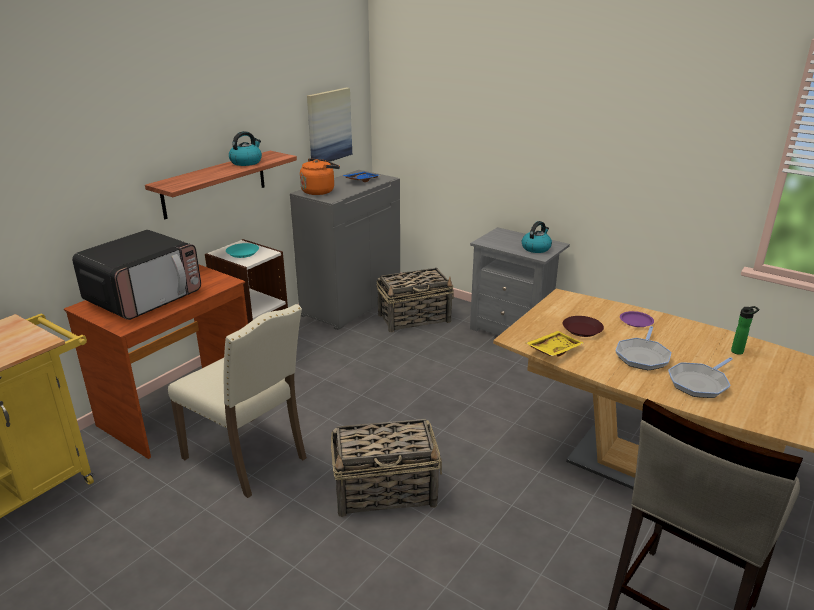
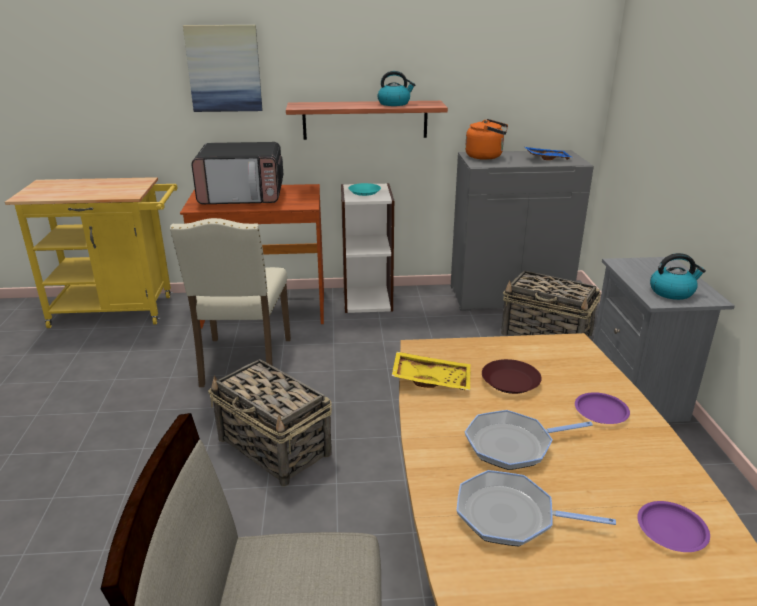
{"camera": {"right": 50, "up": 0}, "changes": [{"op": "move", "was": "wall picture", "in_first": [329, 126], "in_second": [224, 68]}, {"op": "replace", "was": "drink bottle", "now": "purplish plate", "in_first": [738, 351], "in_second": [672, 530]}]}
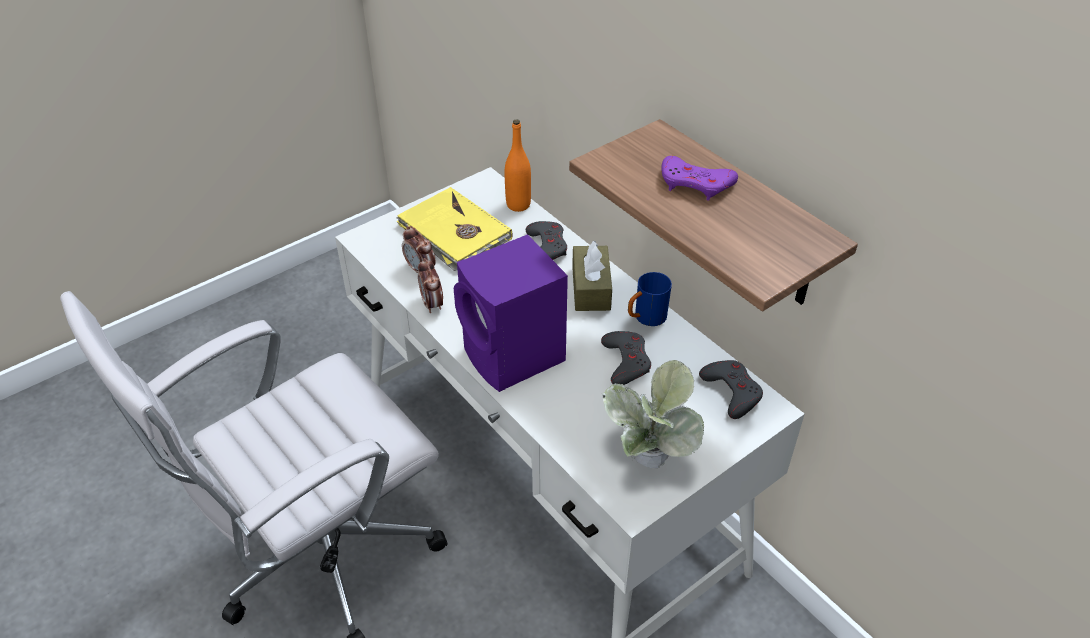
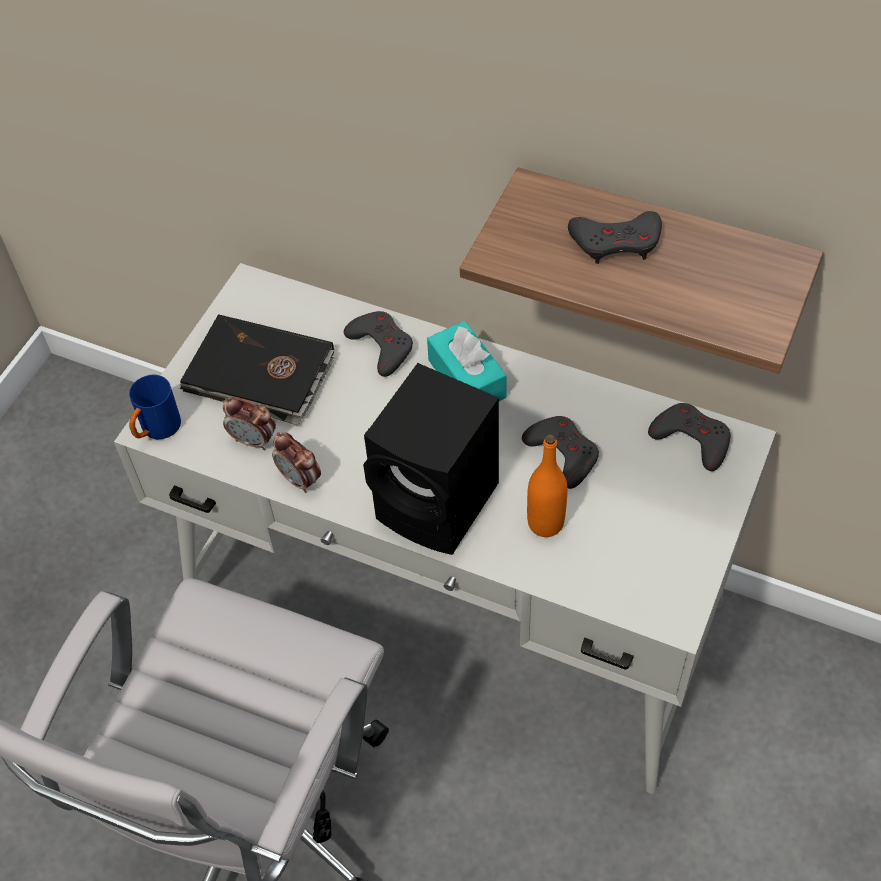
{"camera": {"right": -25, "up": 10}, "changes": [{"op": "delete", "was": "houseplant", "in_first": [647, 467]}, {"op": "move", "was": "orangey drink bottle", "in_first": [518, 205], "in_second": [545, 523]}, {"op": "move", "was": "blue coffee mug", "in_first": [645, 318], "in_second": [156, 430]}, {"op": "recolor", "was": "yellow volume", "now": "black-coloured volume", "in_first": [454, 233], "in_second": [259, 374]}, {"op": "recolor", "was": "purplish speaker", "now": "black-coloured speaker", "in_first": [515, 357], "in_second": [440, 504]}, {"op": "recolor", "was": "brown tissue box", "now": "blue-green tissue box", "in_first": [591, 288], "in_second": [467, 379]}, {"op": "recolor", "was": "purplish joypad", "now": "grey joypad", "in_first": [695, 183], "in_second": [616, 242]}]}
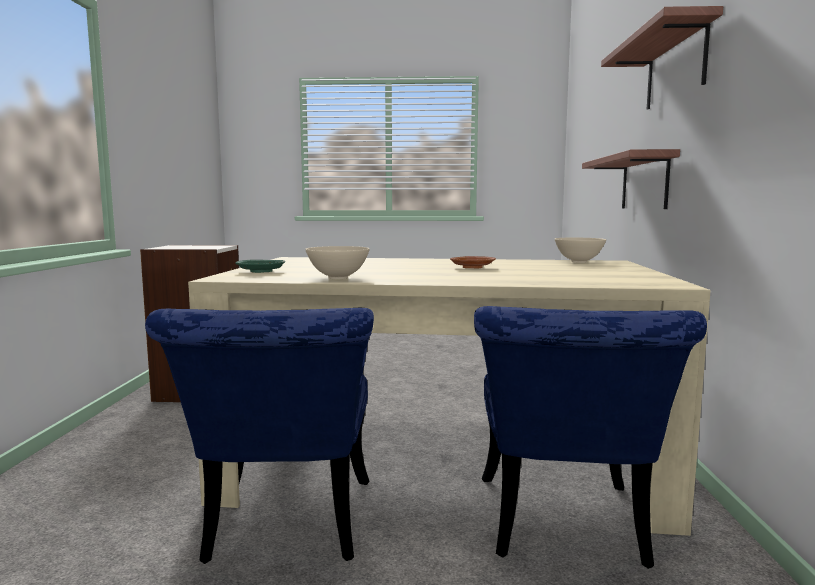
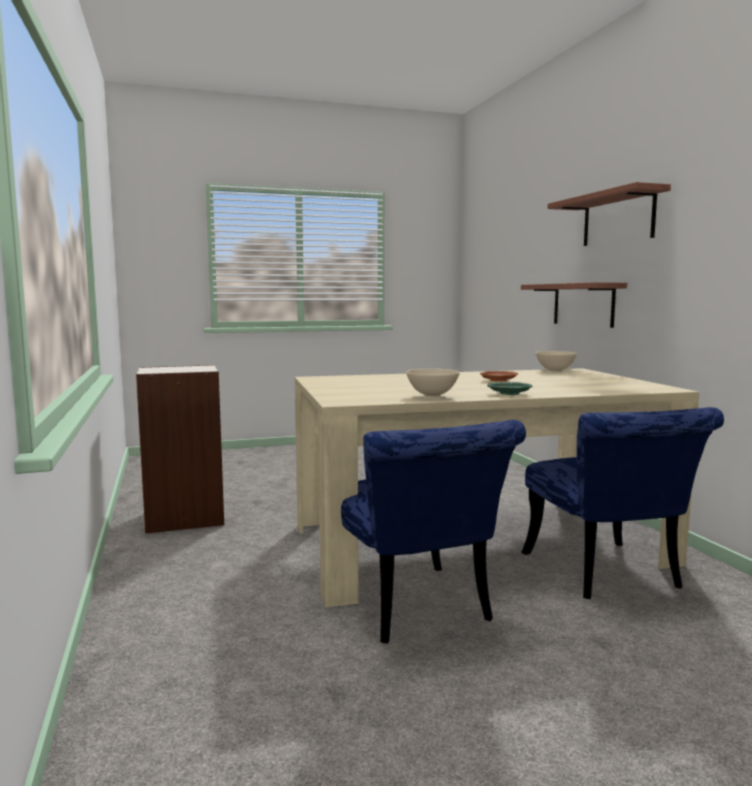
{"camera": {"right": -20, "up": 0}, "changes": [{"op": "move", "was": "green plate", "in_first": [261, 272], "in_second": [510, 394]}]}
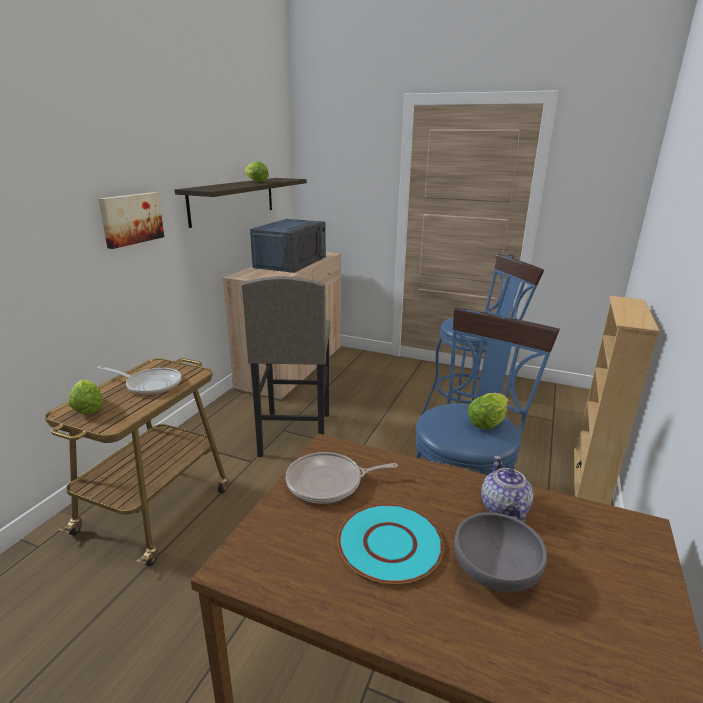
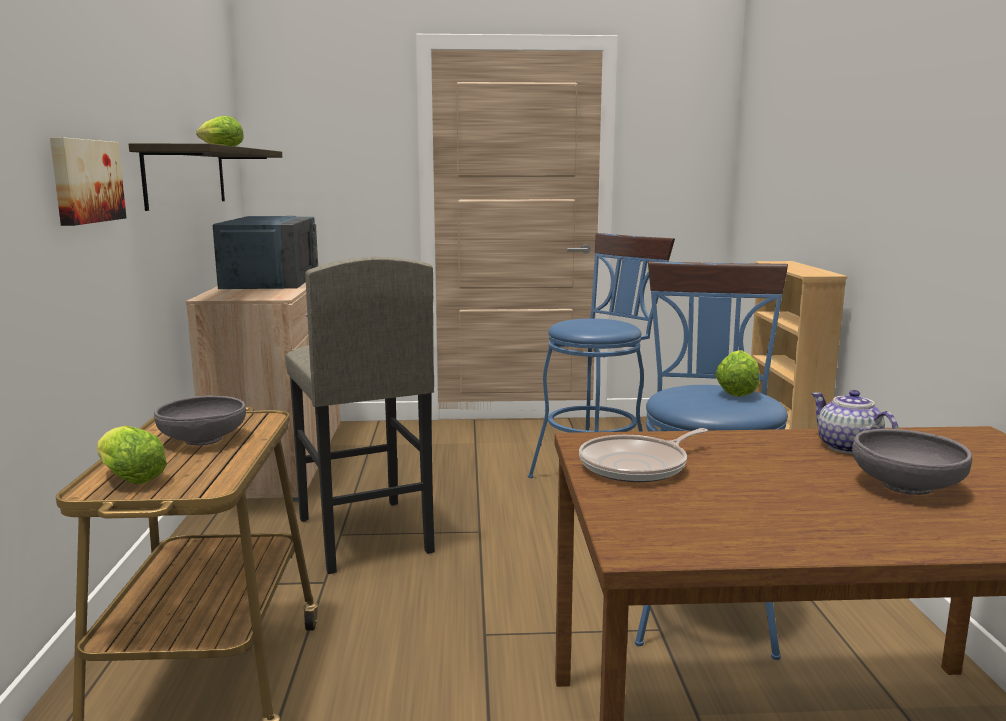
{"camera": {"right": -25, "up": -10}, "changes": [{"op": "delete", "was": "blue-green plate", "in_first": [390, 543]}, {"op": "replace", "was": "frying pan", "now": "grey serving bowl", "in_first": [150, 385], "in_second": [203, 440]}]}
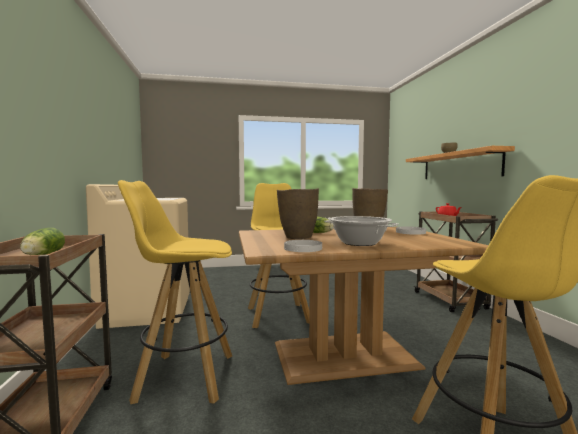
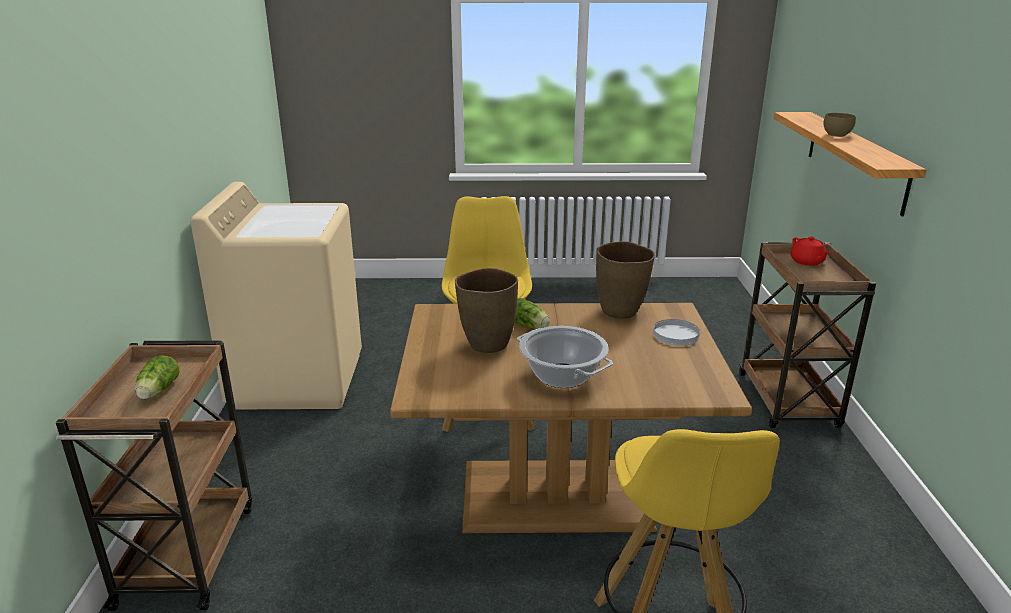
{"camera": {"right": 10, "up": 20}, "changes": [{"op": "delete", "was": "yellow stool", "in_first": [184, 377]}, {"op": "delete", "was": "white-coloured plate", "in_first": [302, 248]}]}
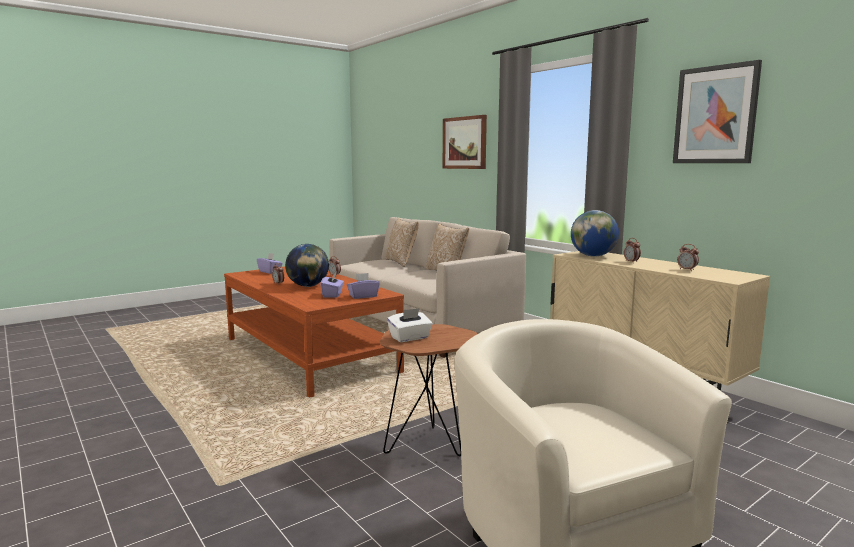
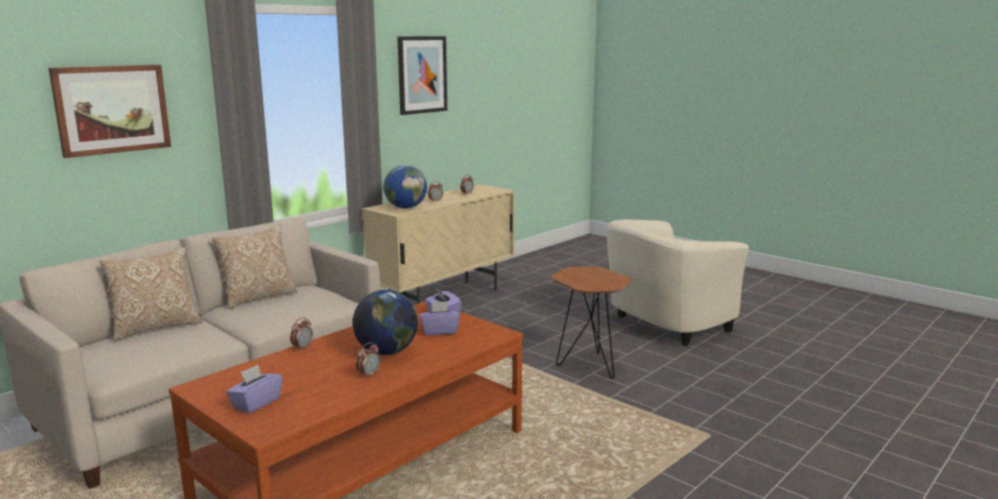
{"camera": {"right": -100, "up": 5}, "changes": [{"op": "delete", "was": "white-coloured tissue box", "in_first": [410, 338]}]}
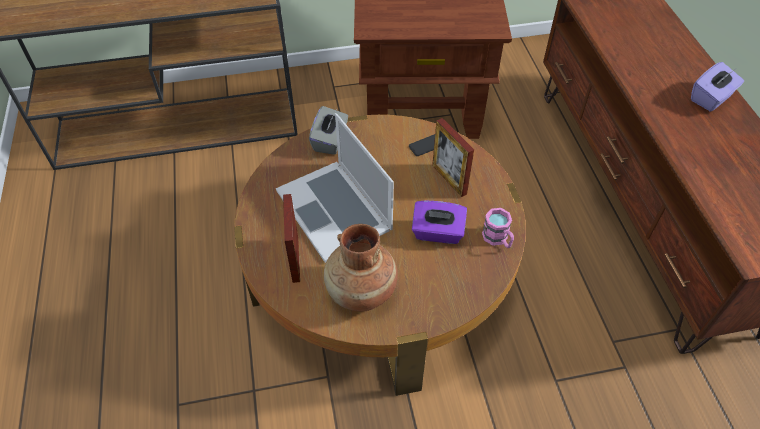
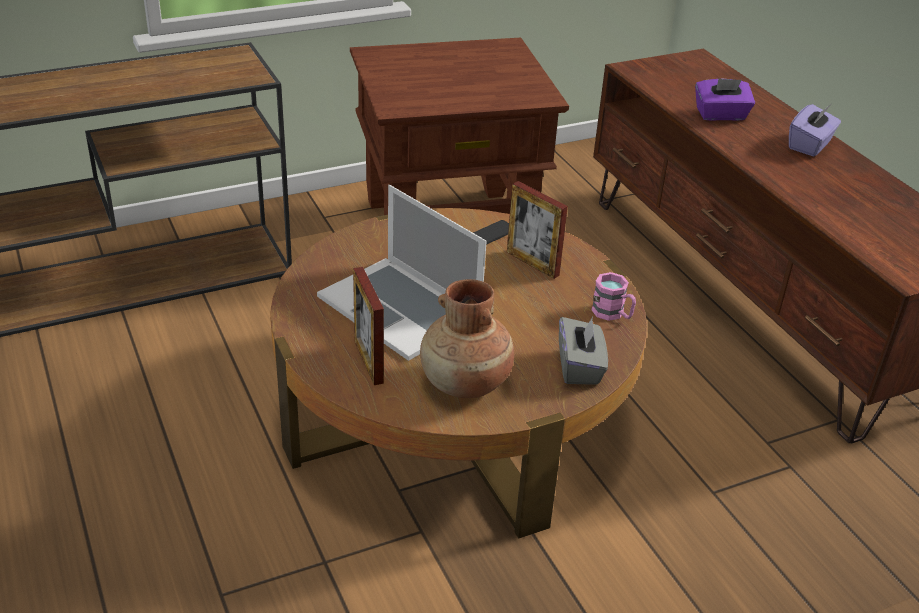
{"camera": {"right": -15, "up": -15}, "changes": [{"op": "move", "was": "grey tissue box", "in_first": [330, 141], "in_second": [580, 367]}, {"op": "move", "was": "purplish tissue box", "in_first": [437, 233], "in_second": [721, 115]}]}
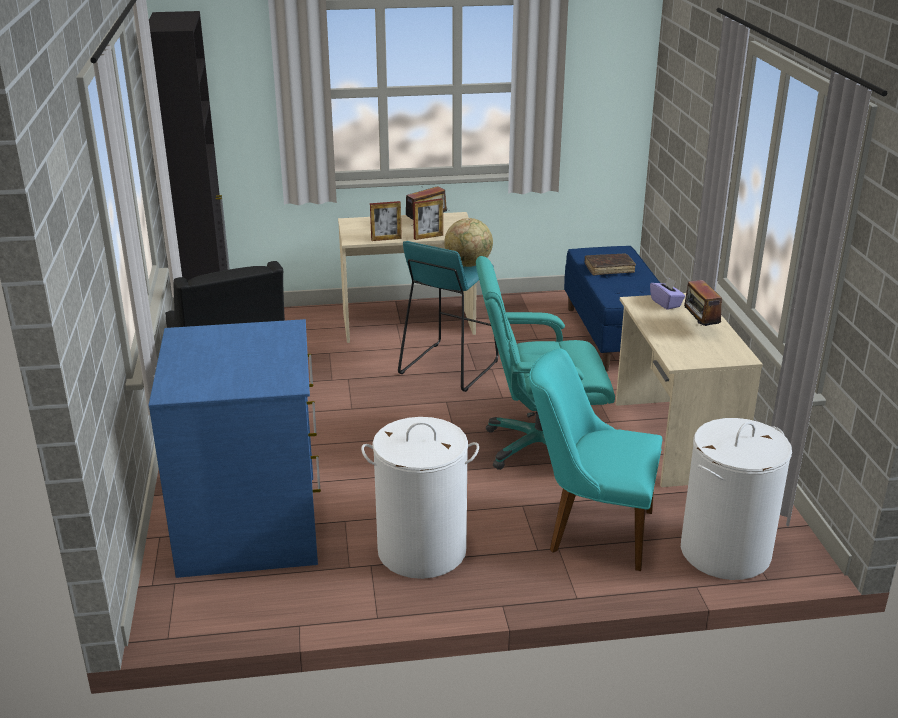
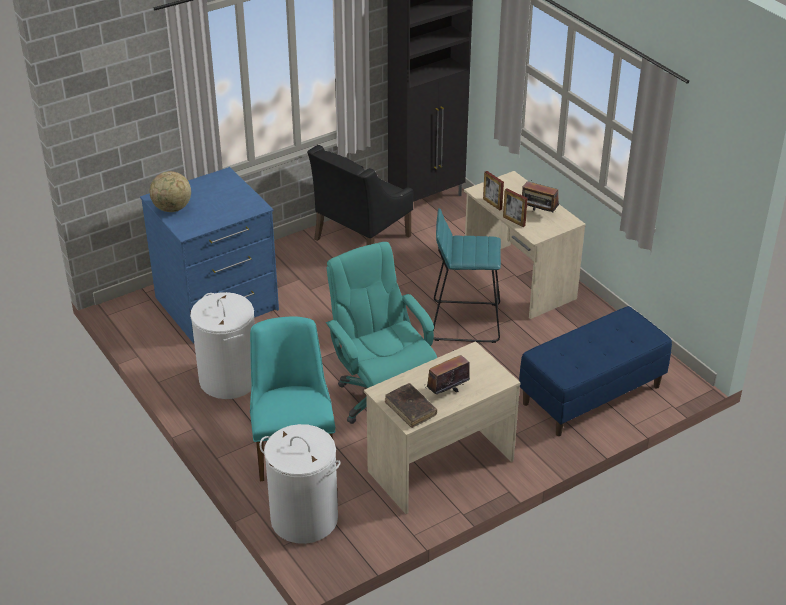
{"camera": {"right": 65, "up": 10}, "changes": [{"op": "delete", "was": "purplish tissue box", "in_first": [666, 303]}, {"op": "move", "was": "globe", "in_first": [468, 264], "in_second": [172, 208]}, {"op": "move", "was": "brown volume", "in_first": [609, 269], "in_second": [410, 409]}]}
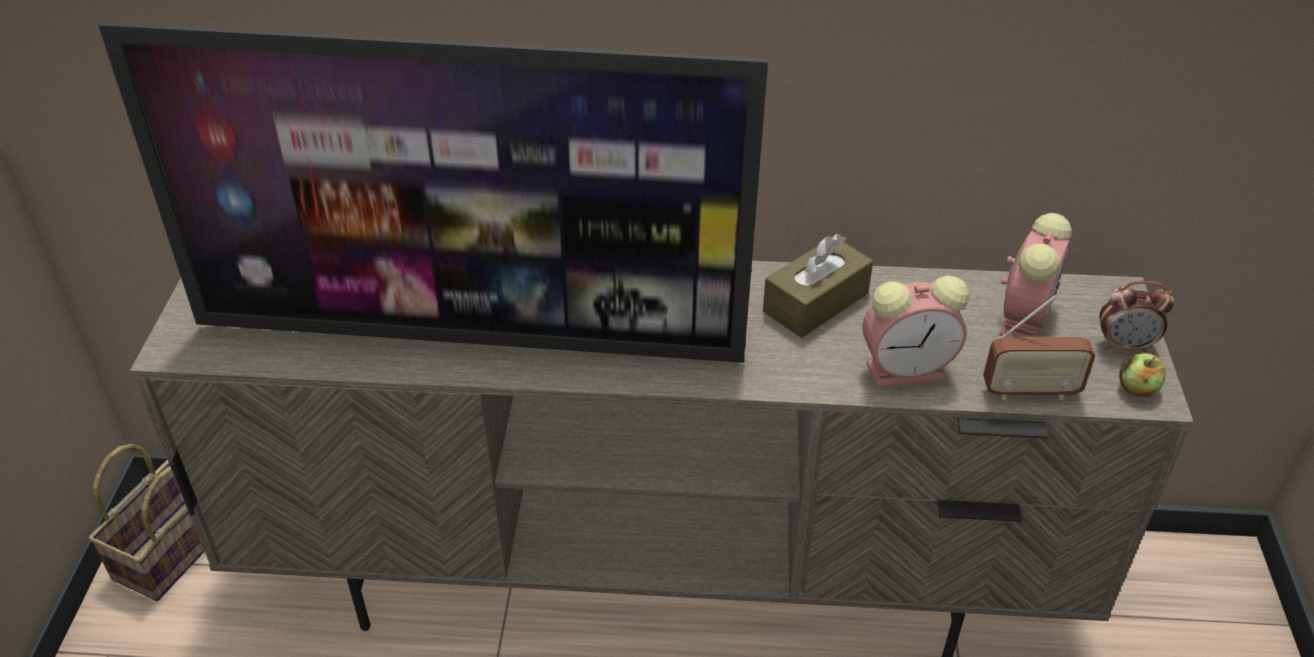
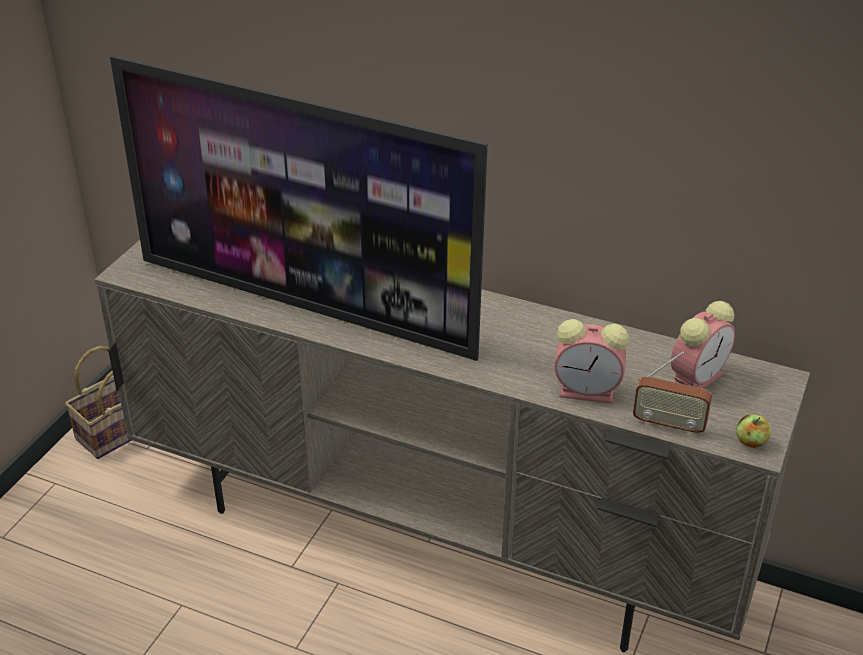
{"camera": {"right": 20, "up": -5}, "changes": [{"op": "delete", "was": "brown tissue box", "in_first": [815, 302]}, {"op": "delete", "was": "table clock", "in_first": [1124, 346]}]}
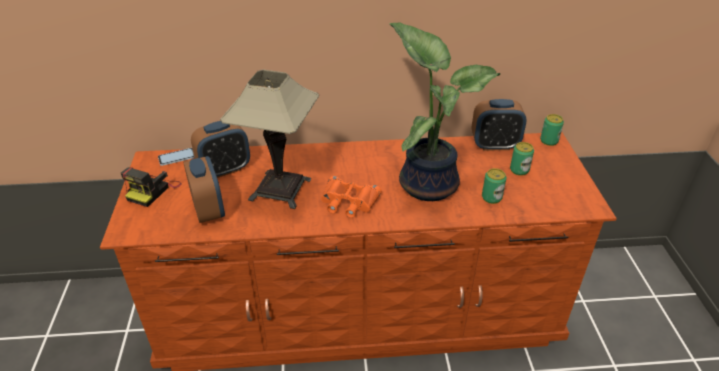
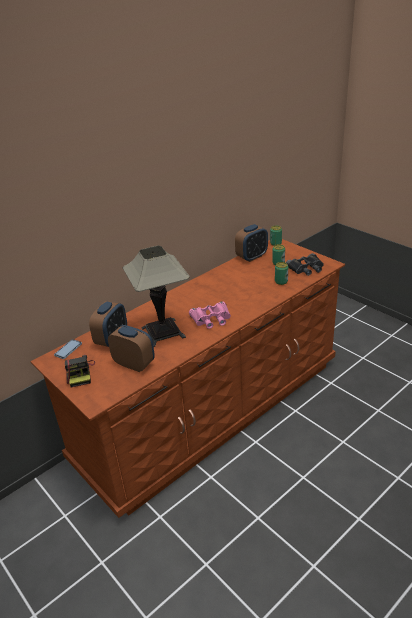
{"camera": {"right": -35, "up": -5}, "changes": [{"op": "delete", "was": "houseplant", "in_first": [428, 183]}, {"op": "insert", "now": "black-coloured binoculars", "in_second": [306, 268]}, {"op": "recolor", "was": "orangey binoculars", "now": "pink binoculars", "in_first": [348, 202], "in_second": [211, 319]}]}
